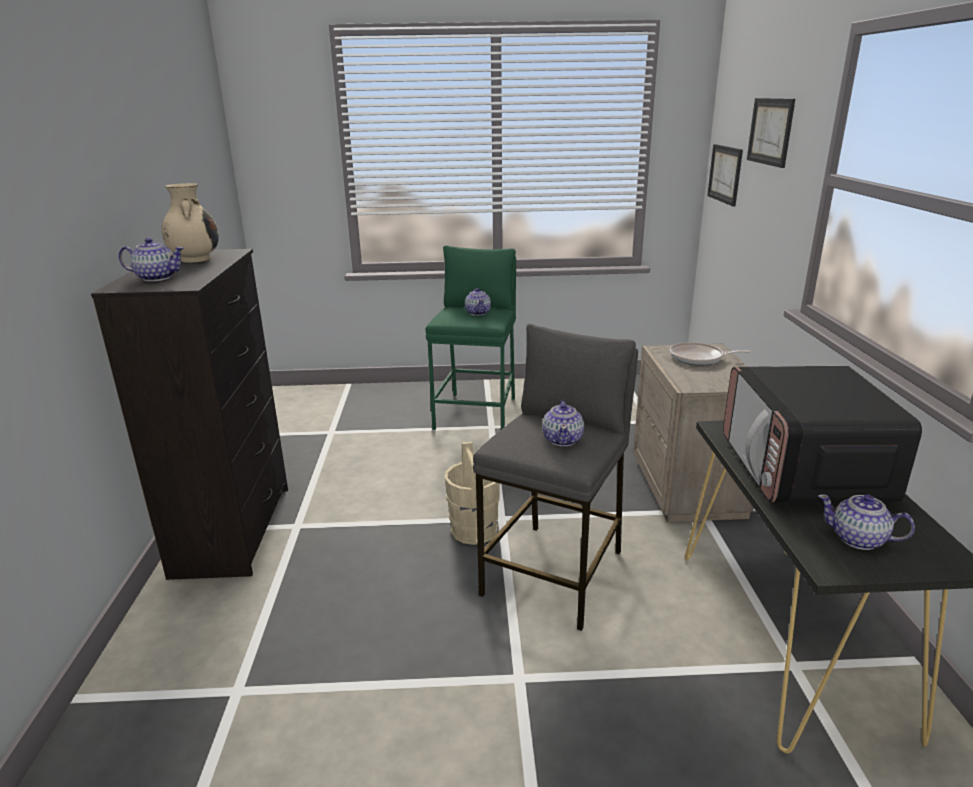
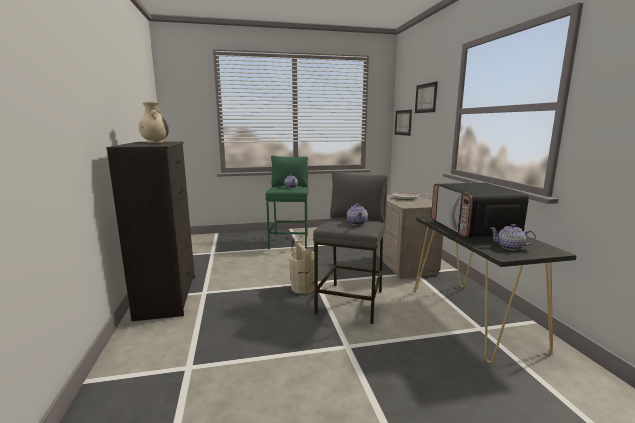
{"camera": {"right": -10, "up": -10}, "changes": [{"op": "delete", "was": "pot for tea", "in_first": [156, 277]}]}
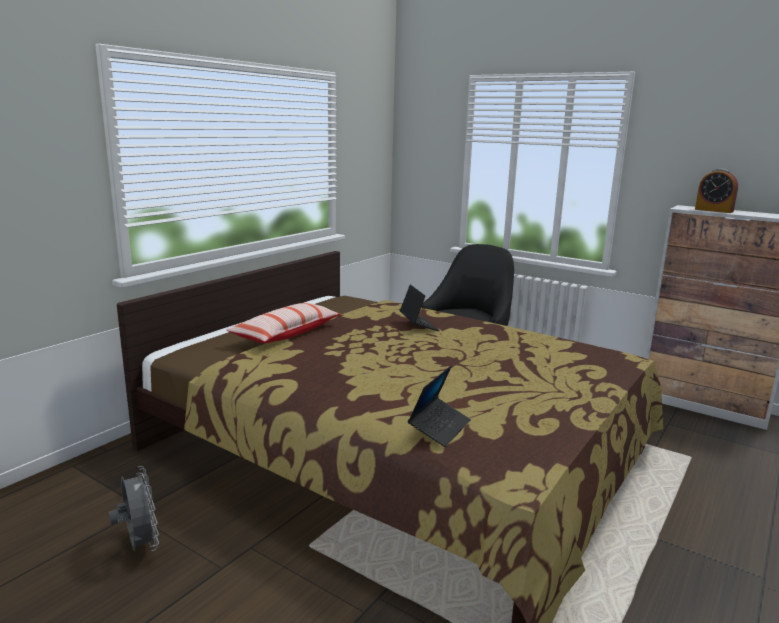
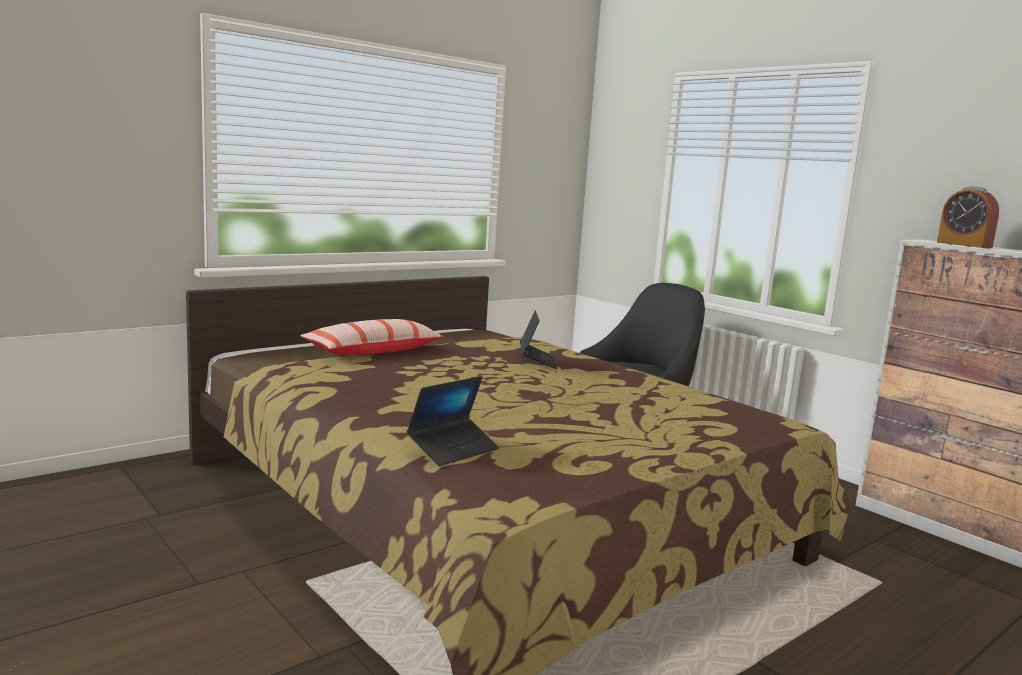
{"camera": {"right": 15, "up": -5}, "changes": [{"op": "delete", "was": "grey electric fan", "in_first": [139, 546]}]}
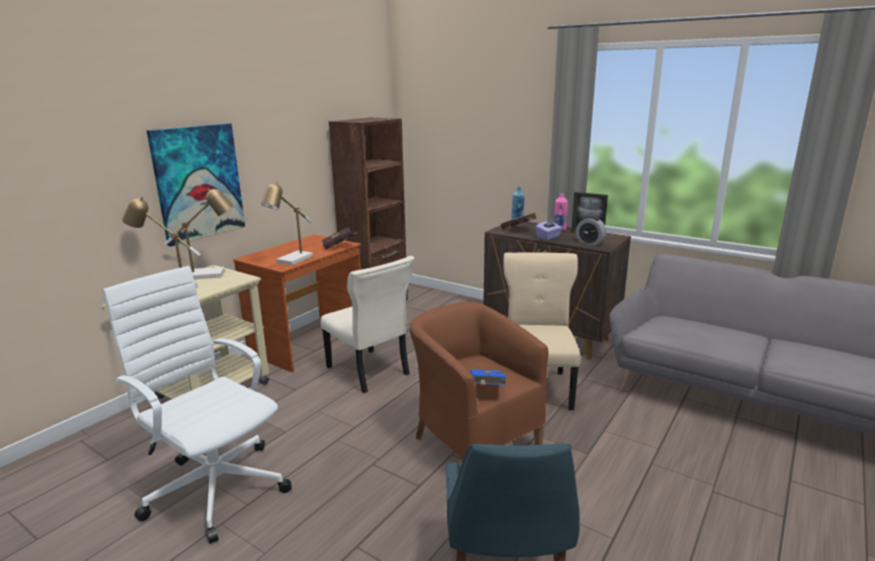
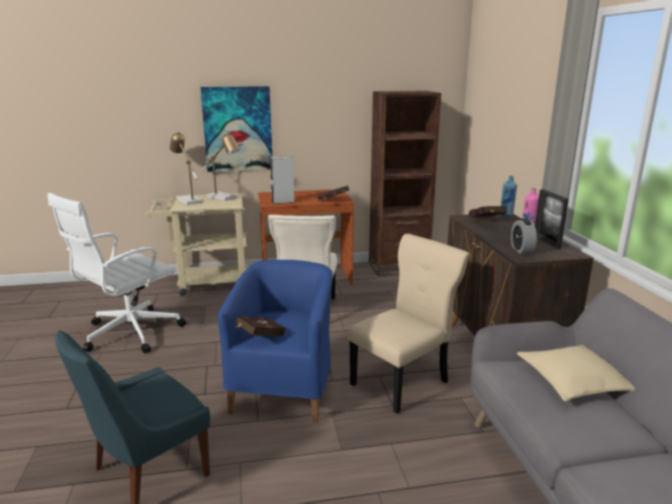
{"camera": {"right": 45, "up": 0}, "changes": [{"op": "delete", "was": "purplish tissue box", "in_first": [548, 237]}, {"op": "insert", "now": "sand-coloured pillow", "in_second": [573, 381]}, {"op": "replace", "was": "tabletop lamp", "now": "grey speaker", "in_first": [292, 261], "in_second": [283, 202]}, {"op": "recolor", "was": "brown lounge chair", "now": "blue lounge chair", "in_first": [473, 440], "in_second": [285, 388]}, {"op": "recolor", "was": "blue volume", "now": "reddish volume", "in_first": [486, 389], "in_second": [259, 337]}, {"op": "rotate", "was": "white-coloured computer chair", "in_first": [215, 486], "in_second": [129, 333], "clockwise": -135}]}
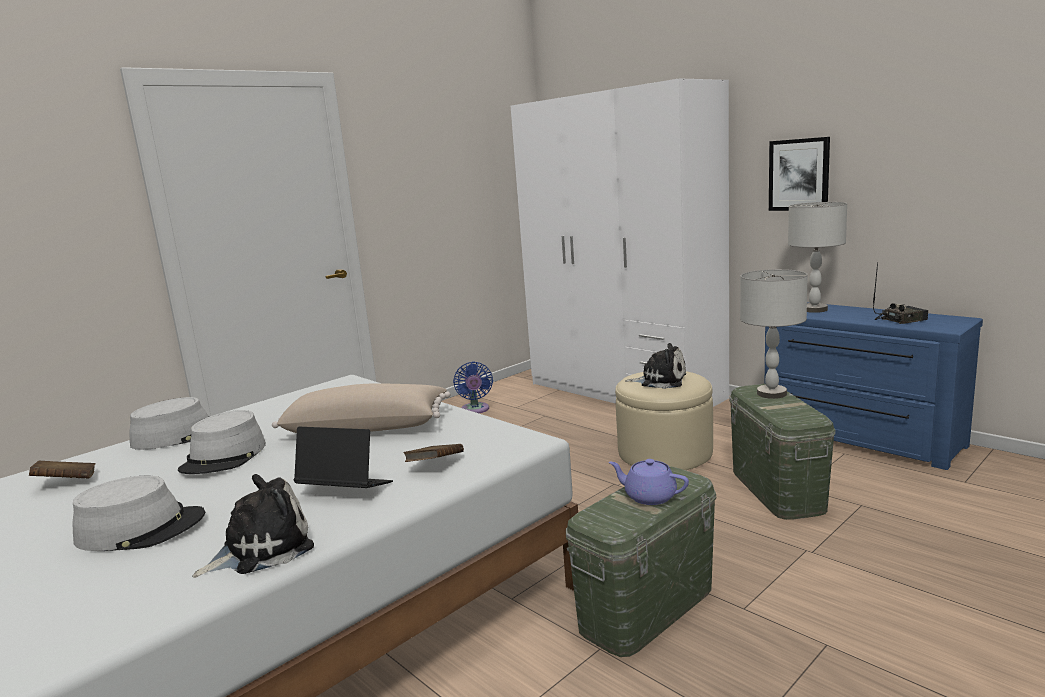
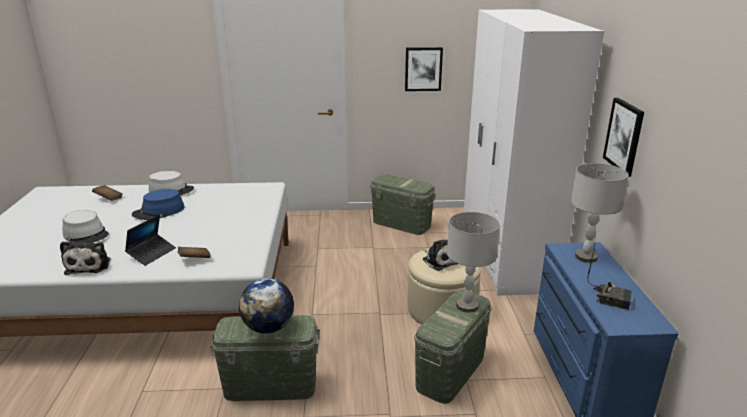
{"camera": {"right": 40, "up": 10}, "changes": [{"op": "delete", "was": "sand-coloured pillow", "in_first": [367, 427]}, {"op": "insert", "now": "wall picture", "in_second": [423, 69]}, {"op": "replace", "was": "blue electric fan", "now": "green storage box", "in_first": [475, 410], "in_second": [401, 224]}, {"op": "replace", "was": "purplish pot for tea", "now": "globe", "in_first": [649, 496], "in_second": [268, 327]}, {"op": "recolor", "was": "grey wearable hat", "now": "blue wearable hat", "in_first": [224, 457], "in_second": [159, 211]}, {"op": "rotate", "was": "soft toy", "in_first": [261, 548], "in_second": [89, 265], "clockwise": 75}, {"op": "rotate", "was": "portable computer", "in_first": [345, 490], "in_second": [152, 253], "clockwise": 60}]}
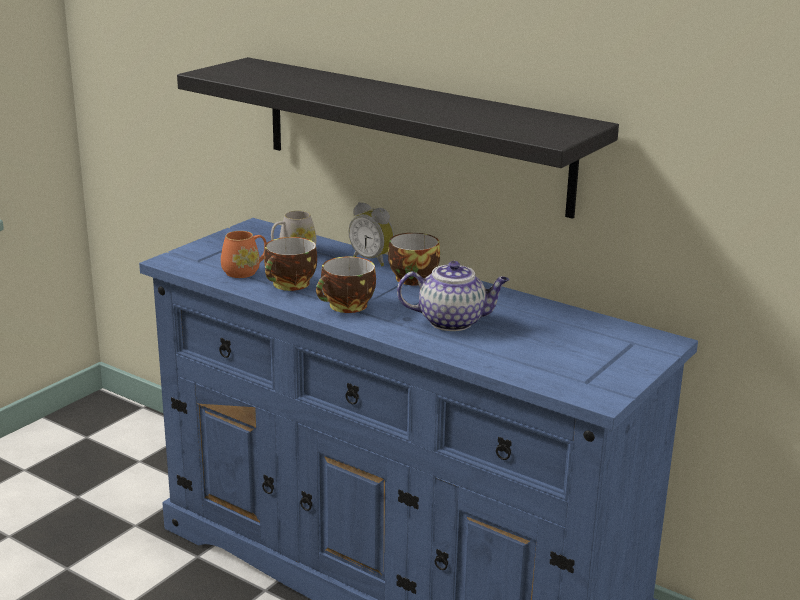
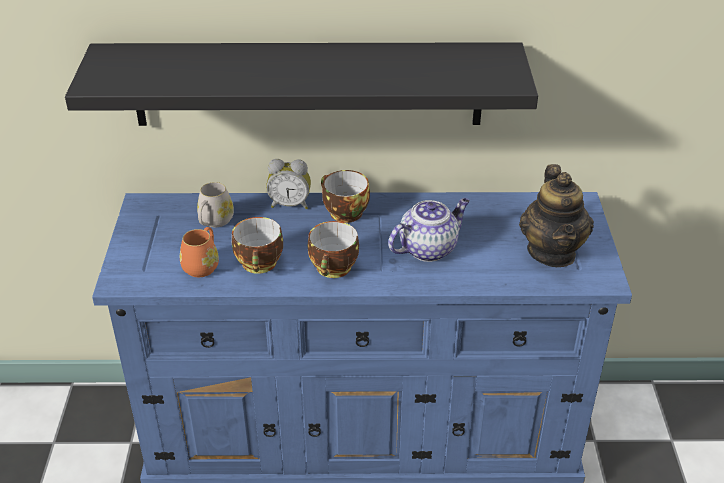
{"camera": {"right": -35, "up": 15}, "changes": [{"op": "insert", "now": "pot for tea", "in_second": [552, 252]}]}
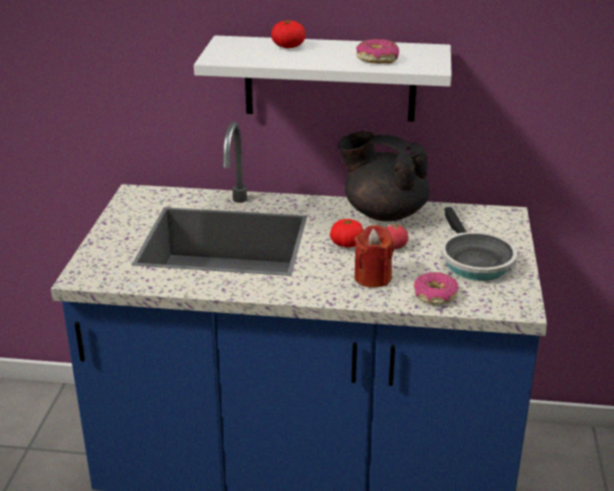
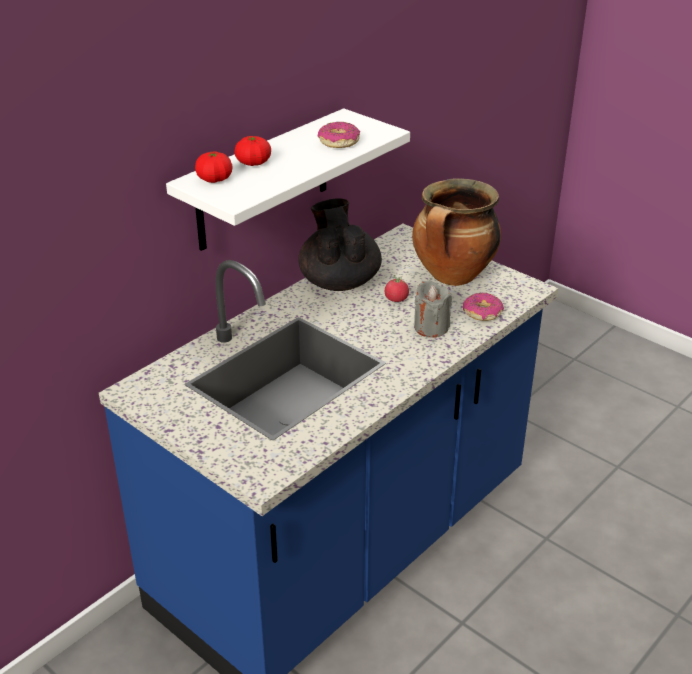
{"camera": {"right": -55, "up": 5}, "changes": [{"op": "move", "was": "fresh tomato", "in_first": [346, 244], "in_second": [214, 179]}, {"op": "replace", "was": "frying pan", "now": "stockpot", "in_first": [473, 261], "in_second": [453, 277]}, {"op": "recolor", "was": "reddish wax light", "now": "grey wax light", "in_first": [372, 278], "in_second": [431, 327]}, {"op": "rotate", "was": "black-coloured pot for tea", "in_first": [383, 213], "in_second": [339, 281], "clockwise": 105}]}
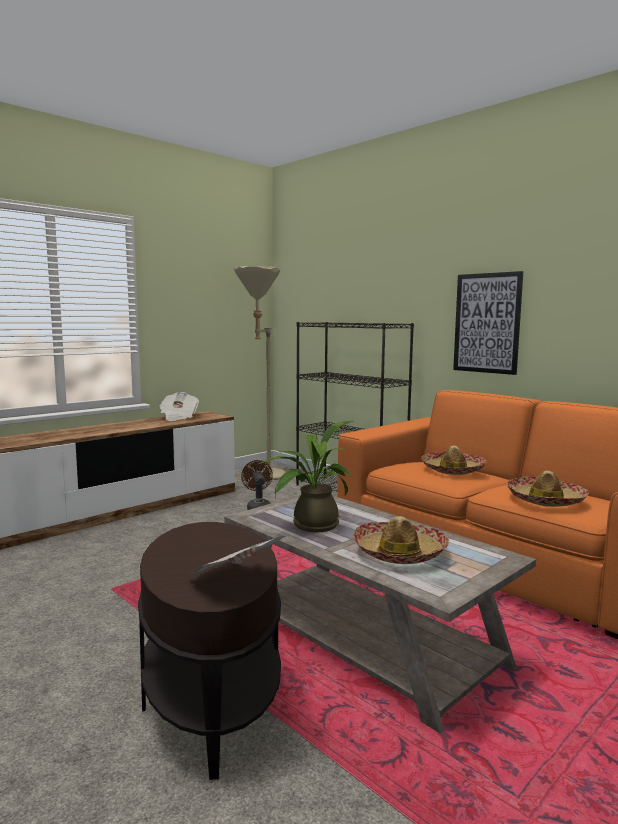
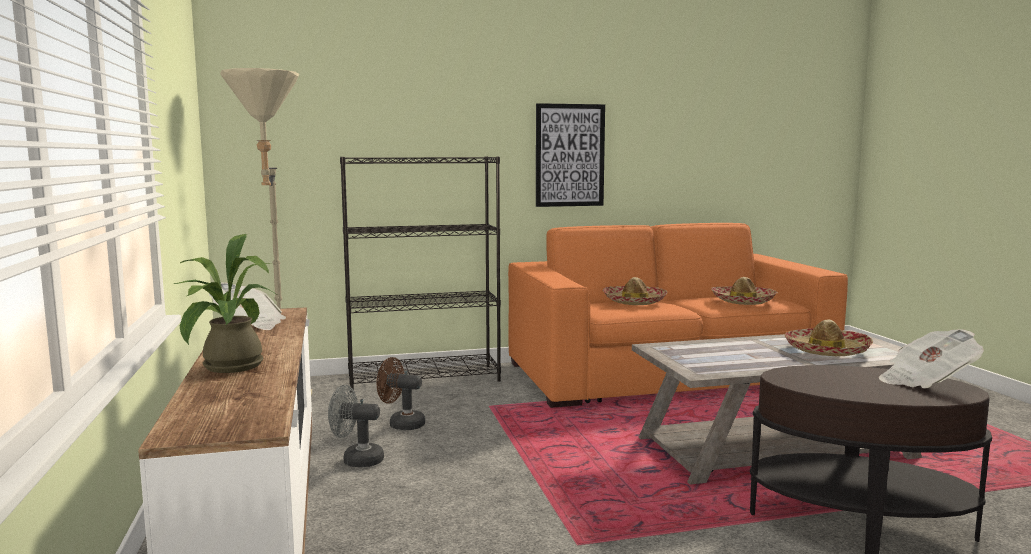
{"camera": {"right": -60, "up": 0}, "changes": [{"op": "insert", "now": "grey electric fan", "in_second": [356, 460]}, {"op": "move", "was": "houseplant", "in_first": [309, 525], "in_second": [228, 368]}]}
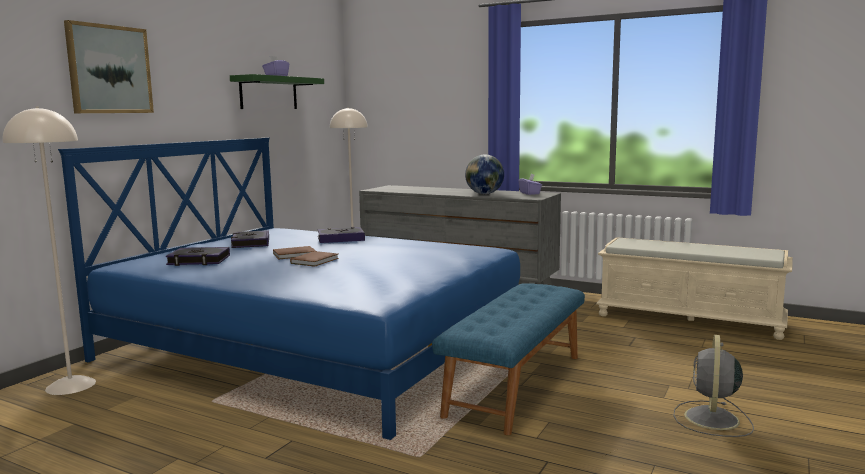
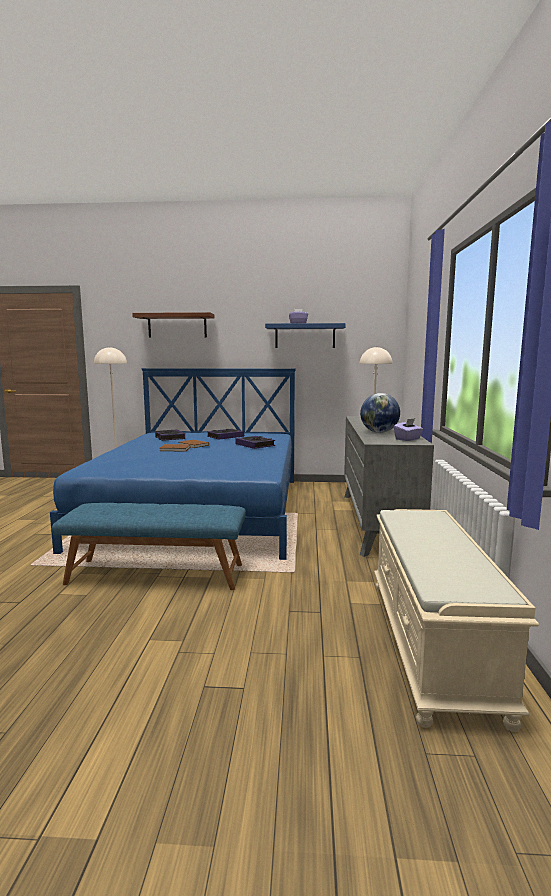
{"camera": {"right": 65, "up": 0}, "changes": [{"op": "delete", "was": "grey electric fan", "in_first": [711, 419]}, {"op": "replace", "was": "wall picture", "now": "brown bracket shelf", "in_first": [109, 69], "in_second": [177, 326]}, {"op": "recolor", "was": "green bracket shelf", "now": "blue bracket shelf", "in_first": [268, 93], "in_second": [305, 336]}]}
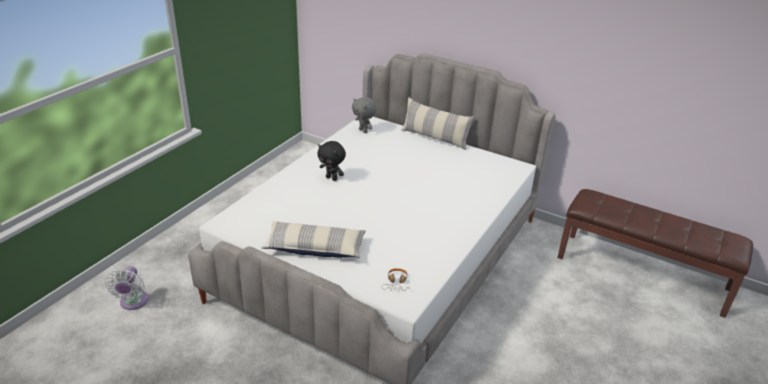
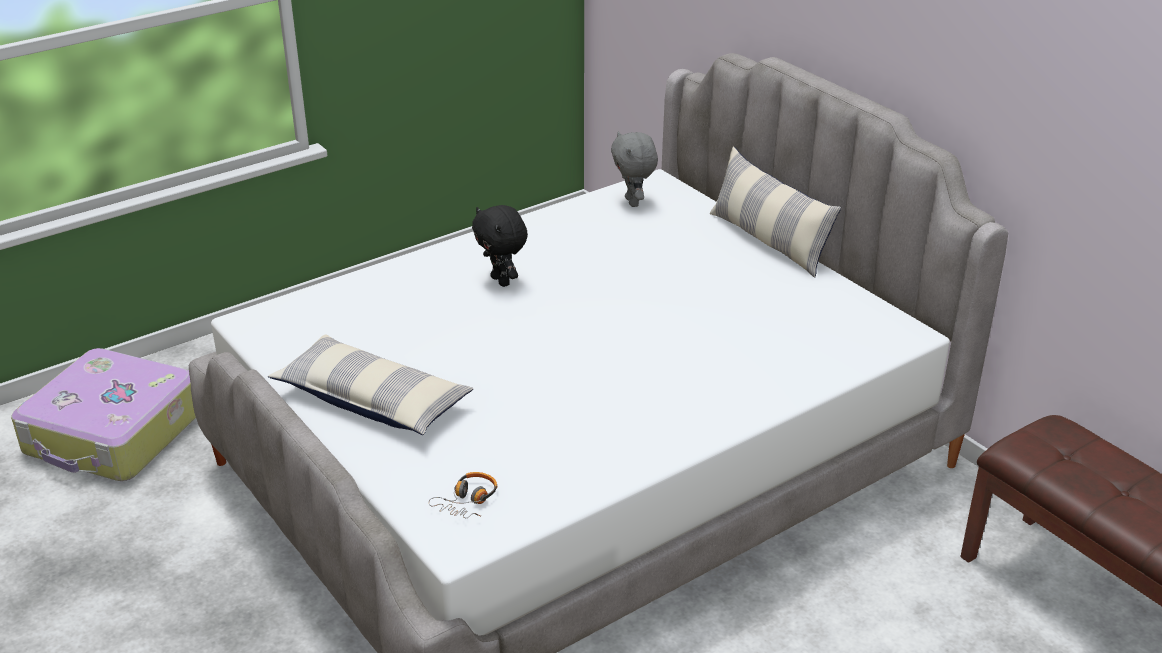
{"camera": {"right": 25, "up": 0}, "changes": [{"op": "replace", "was": "white-coloured electric fan", "now": "suitcase", "in_first": [133, 302], "in_second": [114, 434]}]}
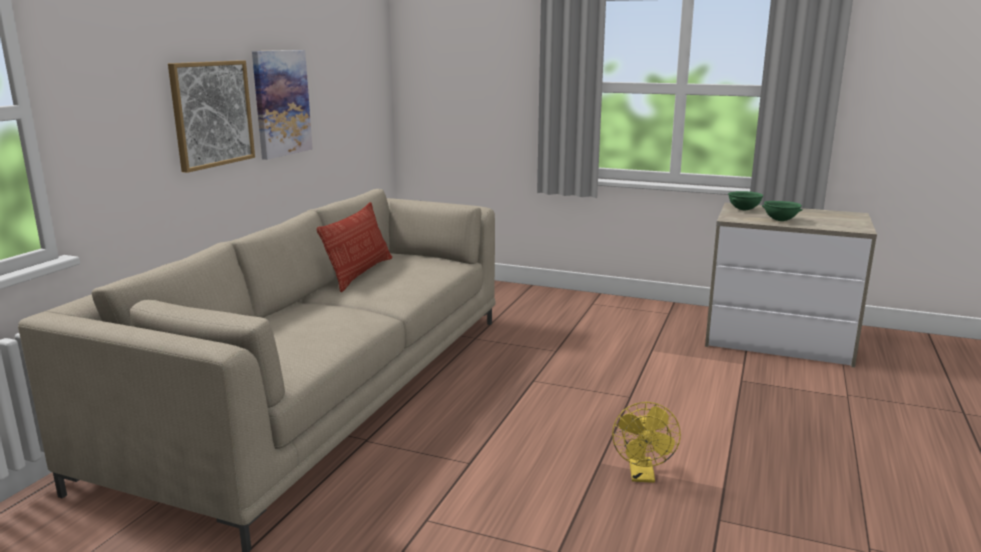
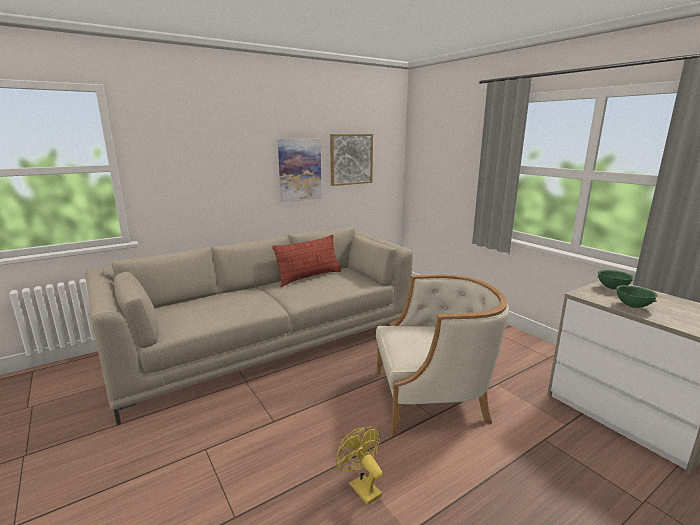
{"camera": {"right": 35, "up": 0}, "changes": [{"op": "insert", "now": "sand-coloured lounge chair", "in_second": [432, 398]}, {"op": "move", "was": "wall picture", "in_first": [212, 114], "in_second": [351, 159]}, {"op": "rotate", "was": "yellow electric fan", "in_first": [642, 476], "in_second": [361, 487], "clockwise": 105}]}
